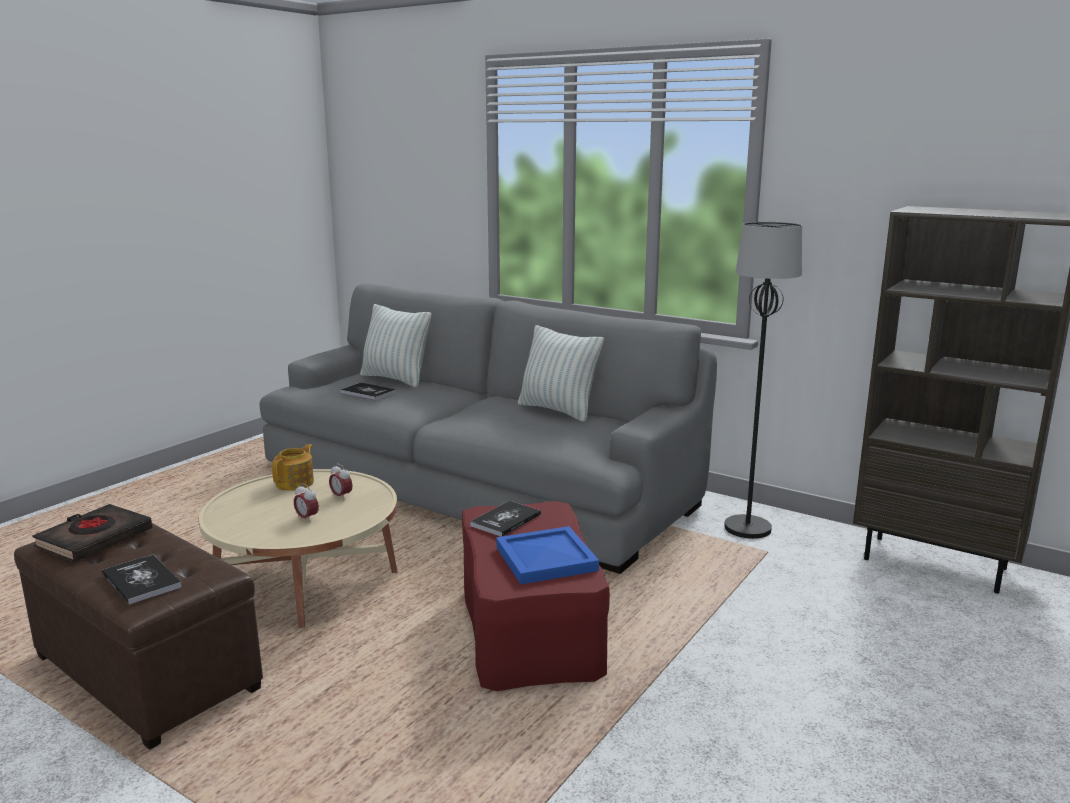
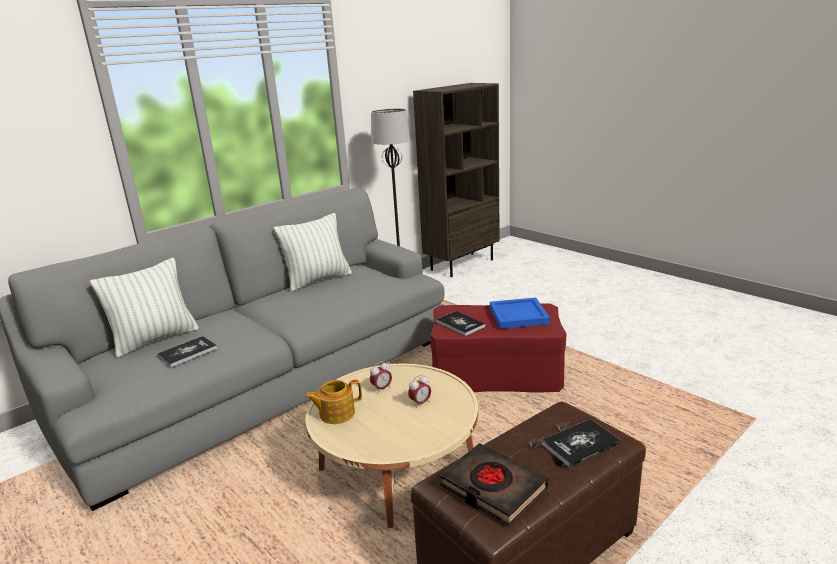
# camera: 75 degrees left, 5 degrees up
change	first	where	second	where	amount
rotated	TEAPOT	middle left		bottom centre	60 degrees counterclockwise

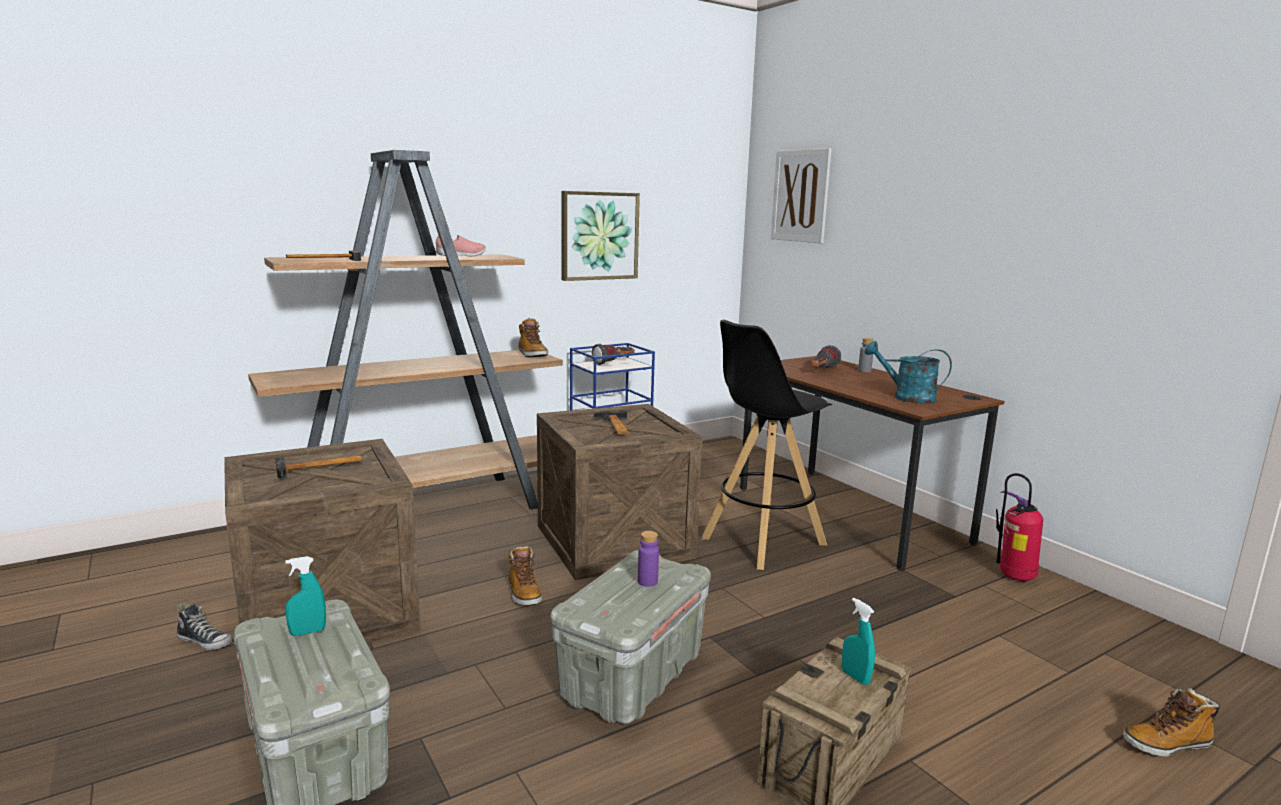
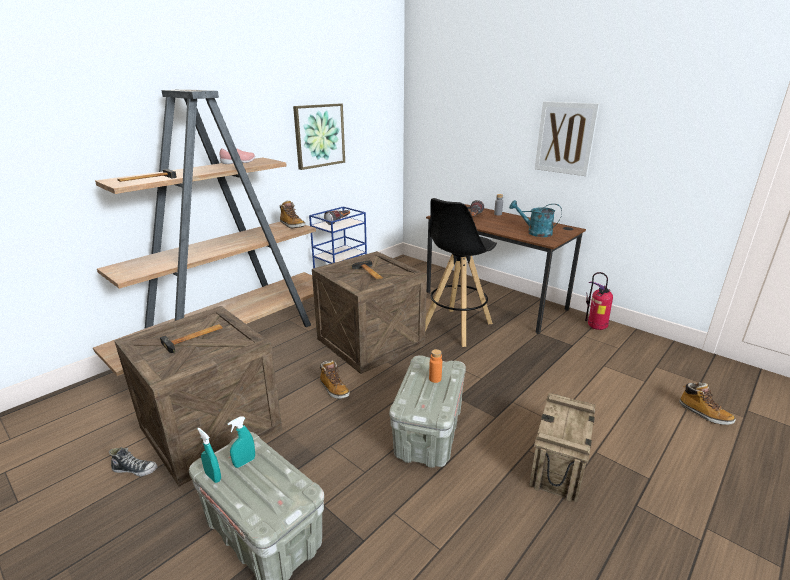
# camera: 15 degrees left, 10 degrees up
change	first	where	second	where	amount
shifted	PICTURE (no. 2 from left)	top centre		top right	
repainted	PURPLE BOTTLE	bottom centre	ORANGE BOTTLE	centre	
shifted	TURQUOISE SPRAY BOTTLE (no. 2 from left in the first image)	bottom right	TURQUOISE SPRAY BOTTLE (no. 1 from left)	bottom left	
rotated	BOOT (no. 3 from left)	bottom right		bottom right	105 degrees counterclockwise

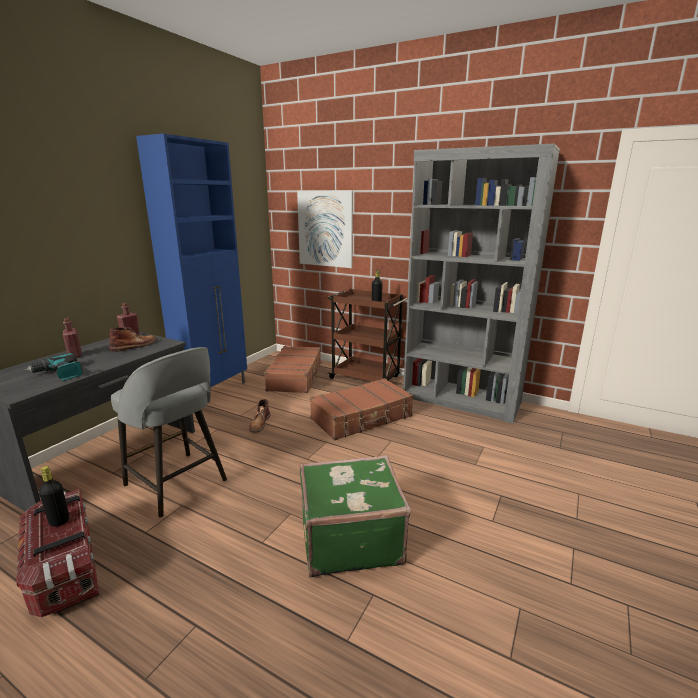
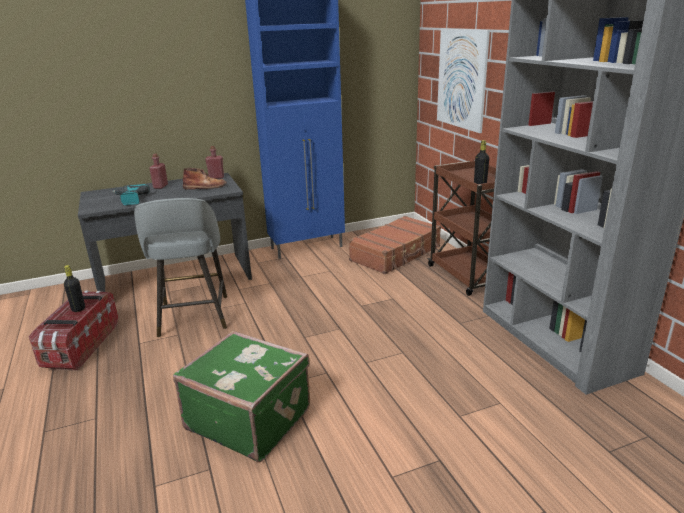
# camera: 40 degrees right, 5 degrees up
change	first	where	second	where	amount
gone	BROWN SUITCASE (no. 2 from left)	centre			
gone	BROWN BOOT (no. 2 from left)	centre			

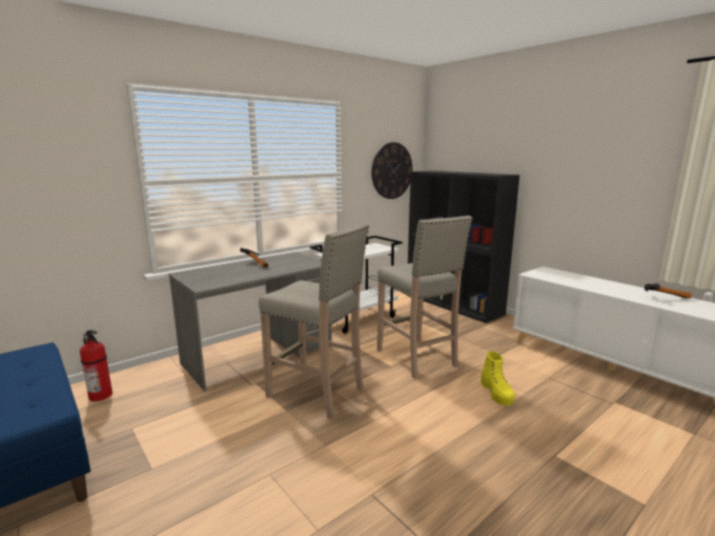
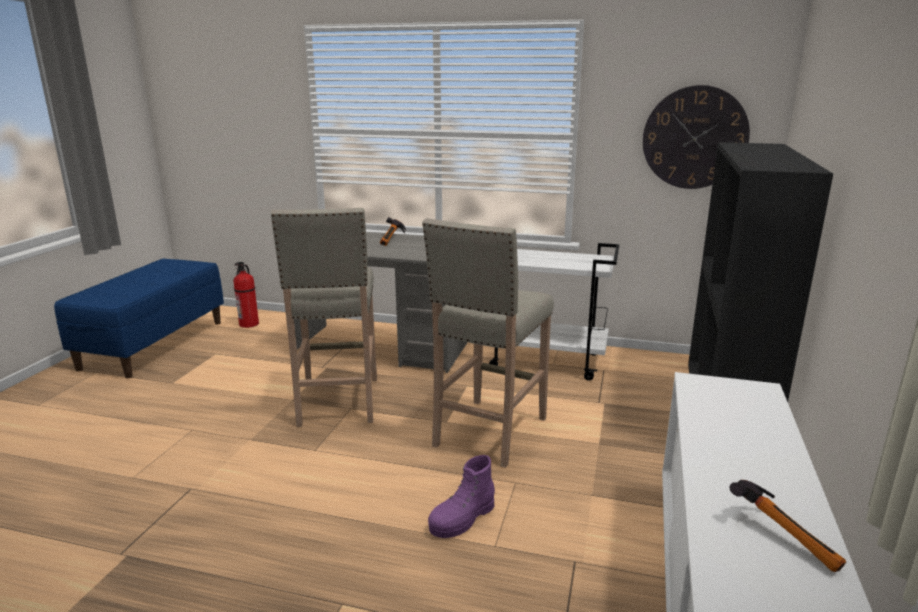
# camera: 55 degrees right, 5 degrees up
change	first	where	second	where	amount
repainted	YELLOW BOOT	bottom right	PURPLE BOOT	bottom centre	

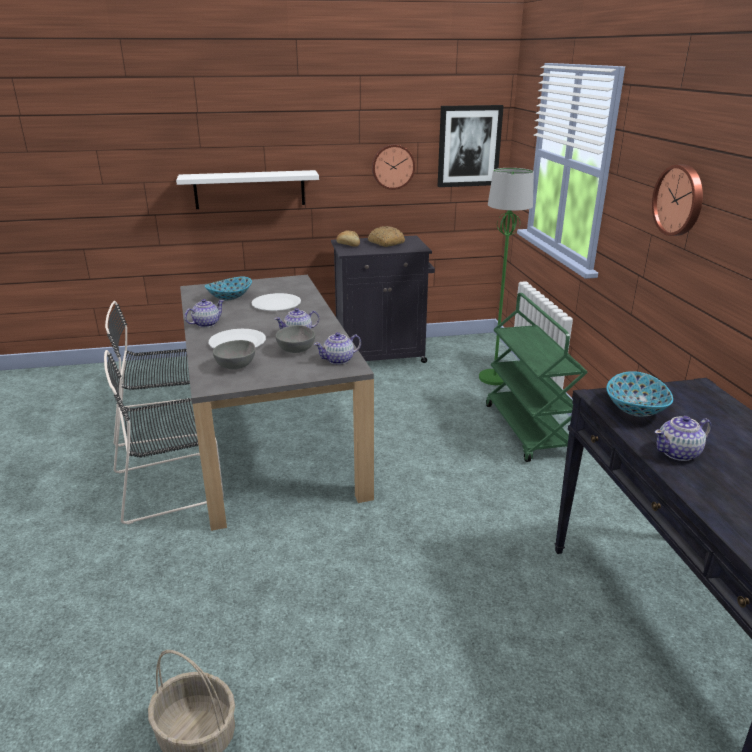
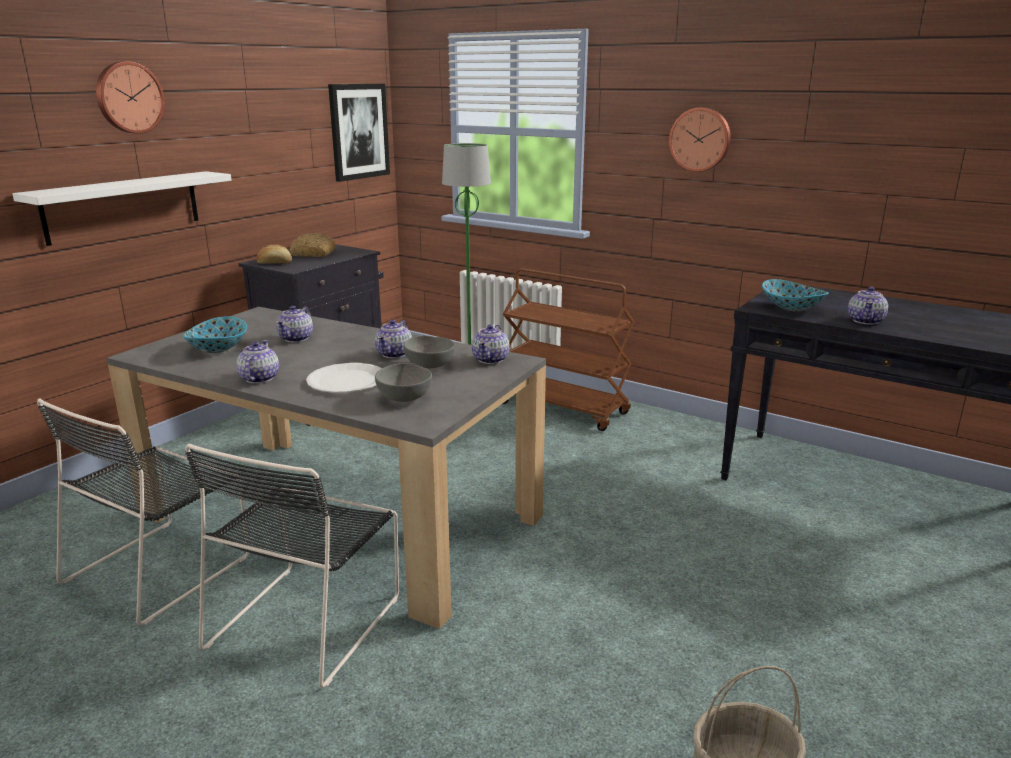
# camera: 45 degrees left, 5 degrees down
change	first	where	second	where	amount
shifted	WALL CLOCK (no. 1 from left)	top centre		top left	
swapped	WHITE PLATE (no. 2 from left)	centre	TEAPOT (no. 2 from left)	middle left	
repainted	GREEN CART	middle right	BROWN CART	centre	

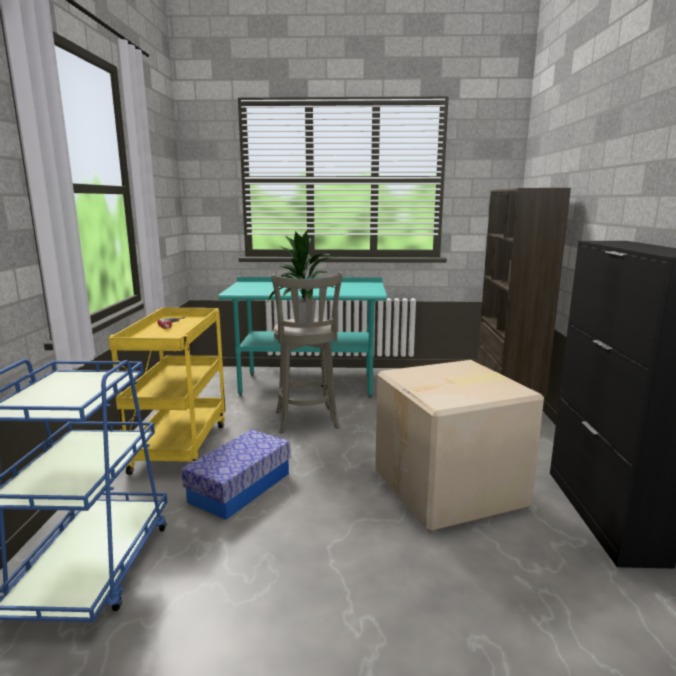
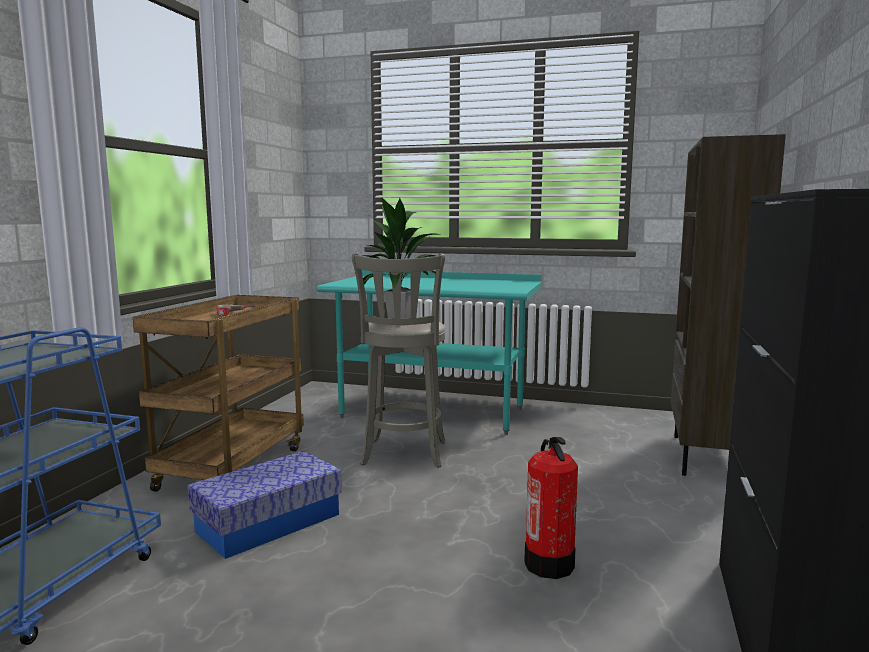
# camera: 15 degrees right, 5 degrees down
change	first	where	second	where	amount
repainted	YELLOW CART	middle left	BROWN CART	middle left	
swapped	CARDBOARD BOX	middle right	FIRE EXTINGUISHER	bottom centre	

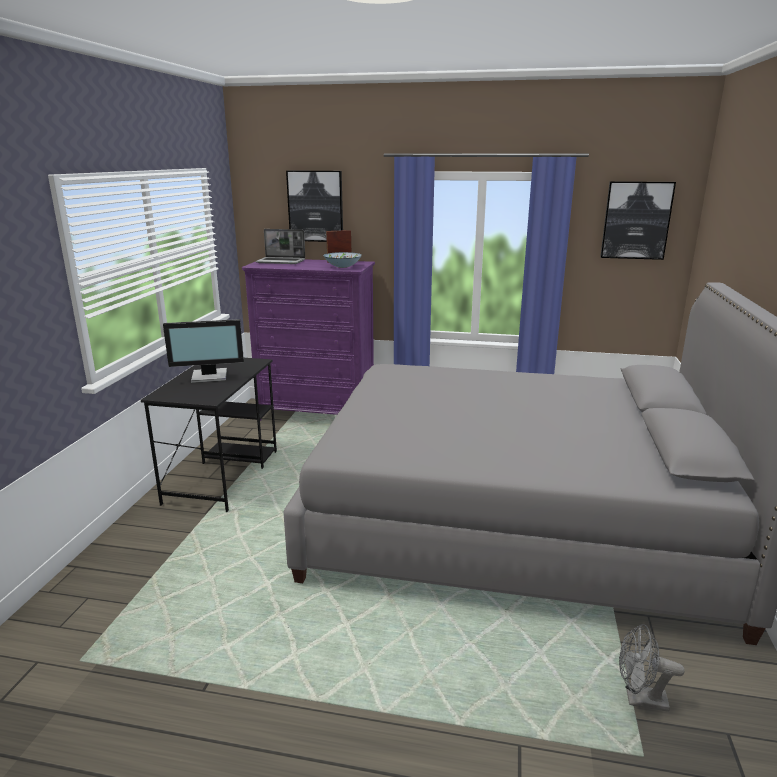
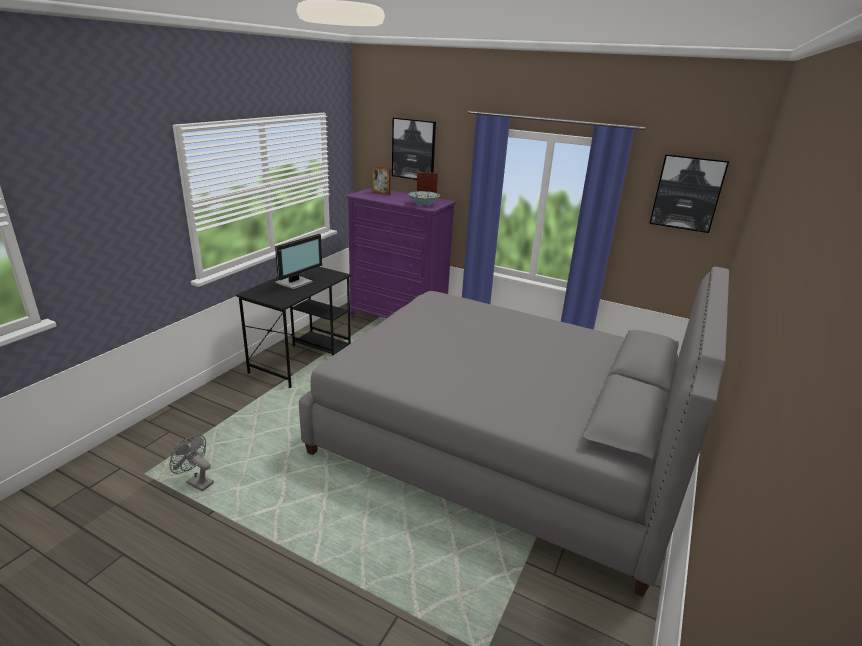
# camera: 15 degrees right, 5 degrees up
change	first	where	second	where	amount
swapped	LAPTOP	top centre	PICTURE FRAME (no. 1 from left)	top centre	
rotated	MONITOR	middle left		centre	60 degrees counterclockwise
shifted	GREY FAN	bottom right		bottom left	

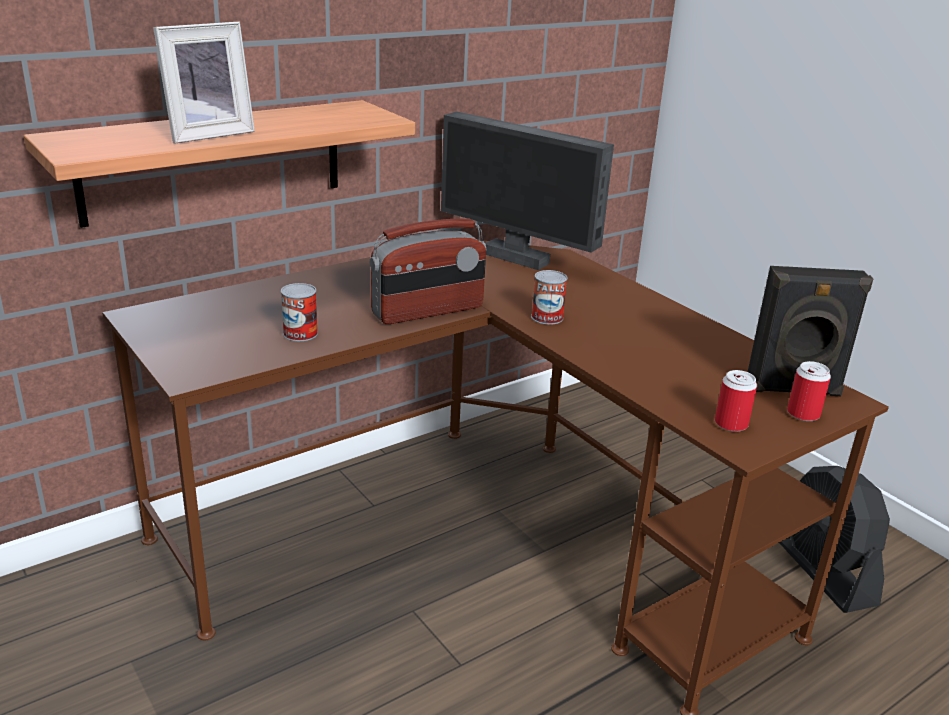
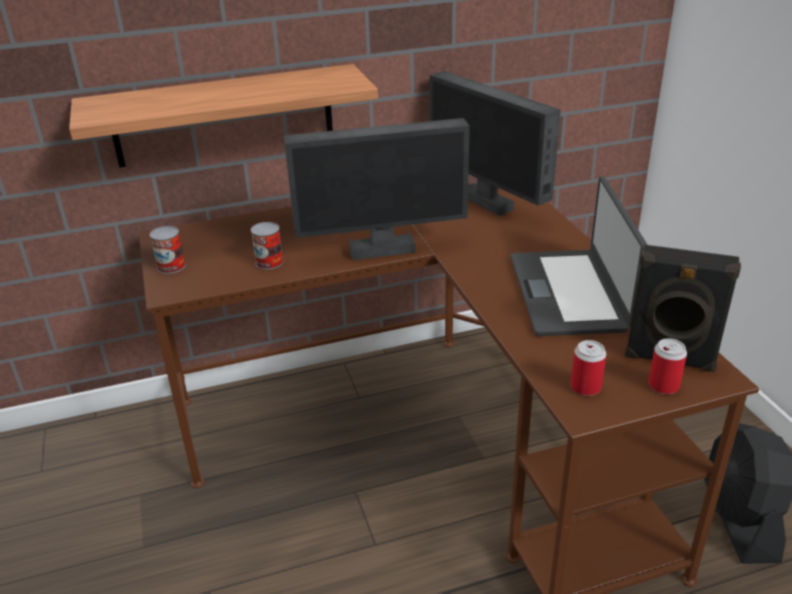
# camera: 20 degrees right, 5 degrees up
change	first	where	second	where	amount
gone	PICTURE FRAME	top left			
swapped	RADIO	centre	MONITOR (no. 1 from left)	top centre	
shifted	CAN (no. 2 from left in the first image)	centre	CAN (no. 1 from left)	middle left	
new			LAPTOP	middle right	

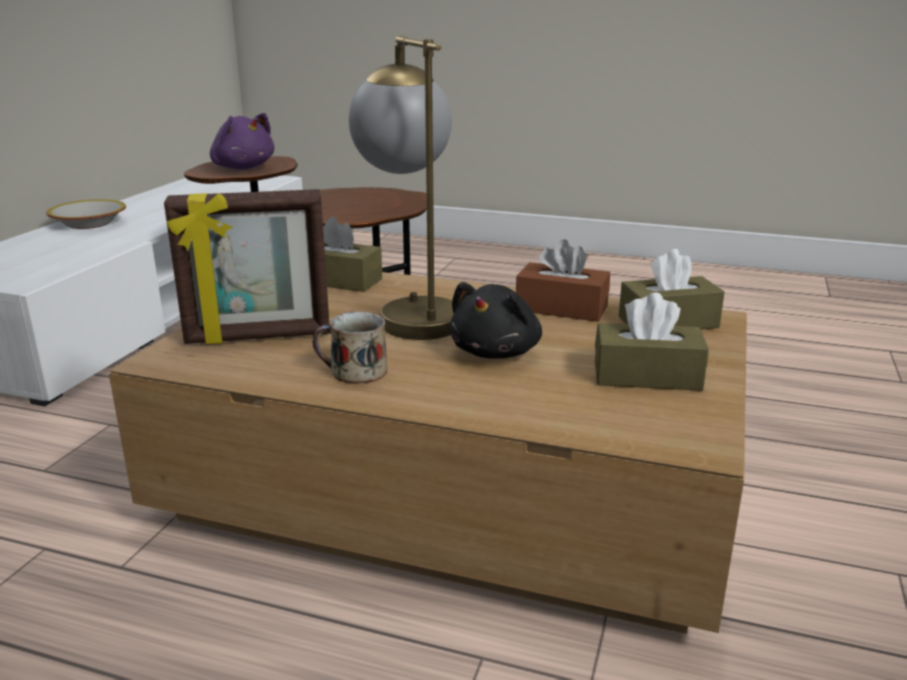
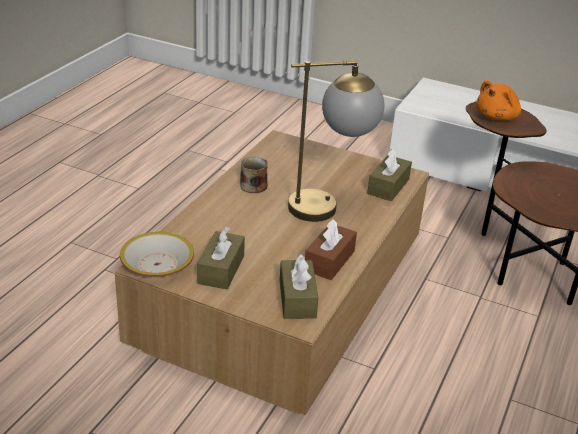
# camera: 95 degrees right, 10 degrees up
change	first	where	second	where	amount
repainted	PURPLE PLUSH TOY	top left	ORANGE PLUSH TOY	top right	
gone	PICTURE FRAME	middle left			
shifted	BOWL	top left		middle left	
gone	BLACK PLUSH TOY	centre			

